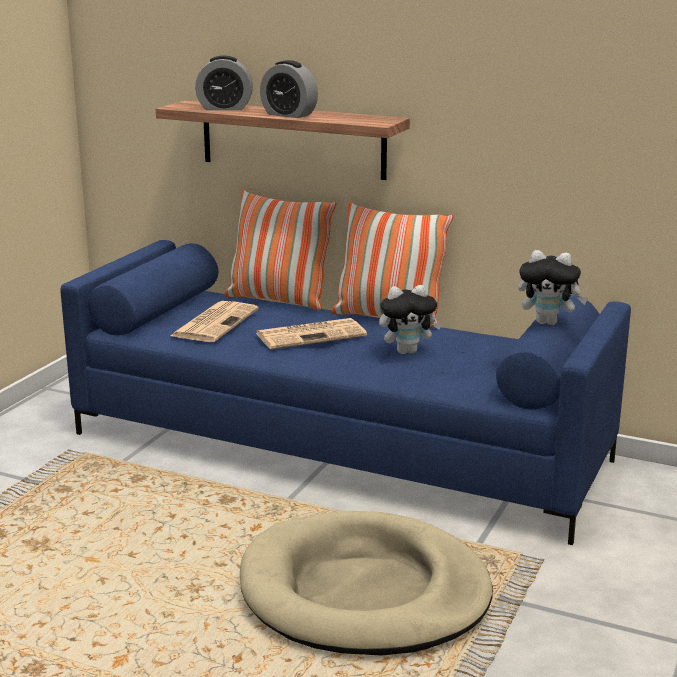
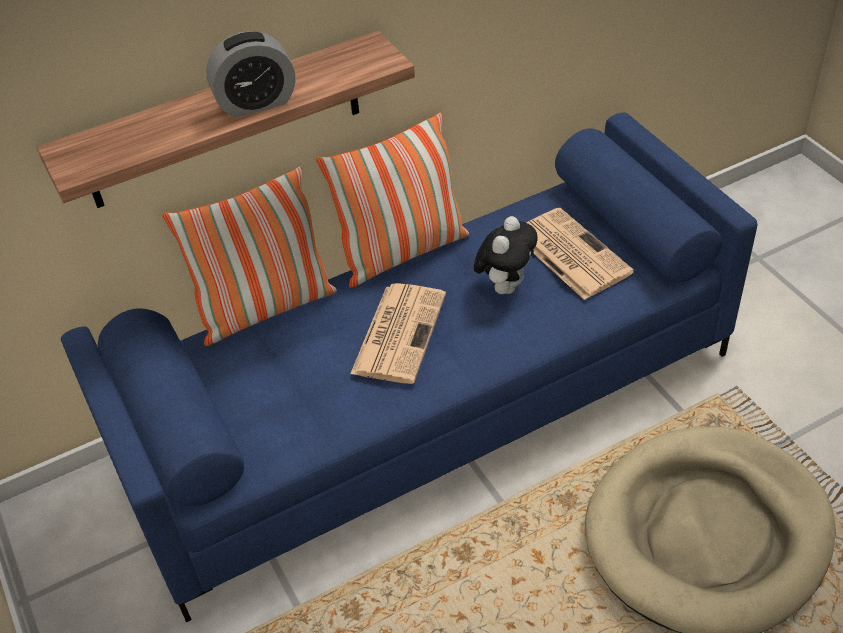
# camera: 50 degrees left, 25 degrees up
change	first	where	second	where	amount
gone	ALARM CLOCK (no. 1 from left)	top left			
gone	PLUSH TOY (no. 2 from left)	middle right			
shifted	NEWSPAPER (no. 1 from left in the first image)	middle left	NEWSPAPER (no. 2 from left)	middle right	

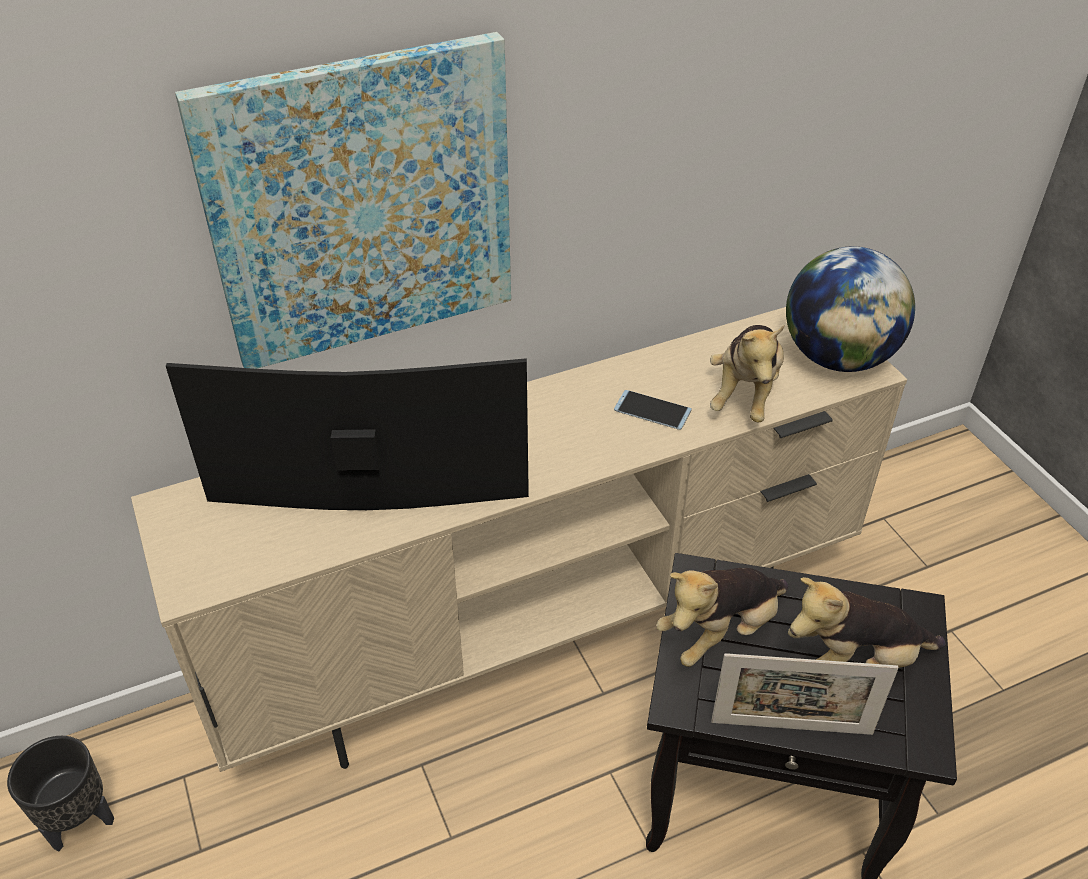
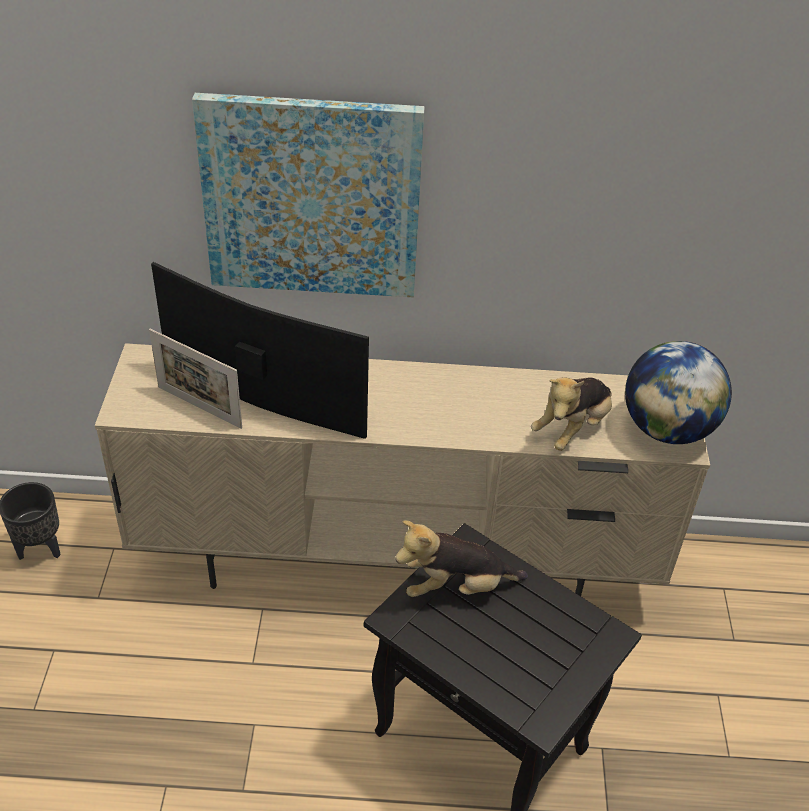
# camera: 25 degrees right, 0 degrees up
change	first	where	second	where	amount
gone	PHONE	centre			
gone	PLUSH TOY (no. 3 from left)	bottom right			
shifted	PICTURE FRAME	bottom right		middle left	

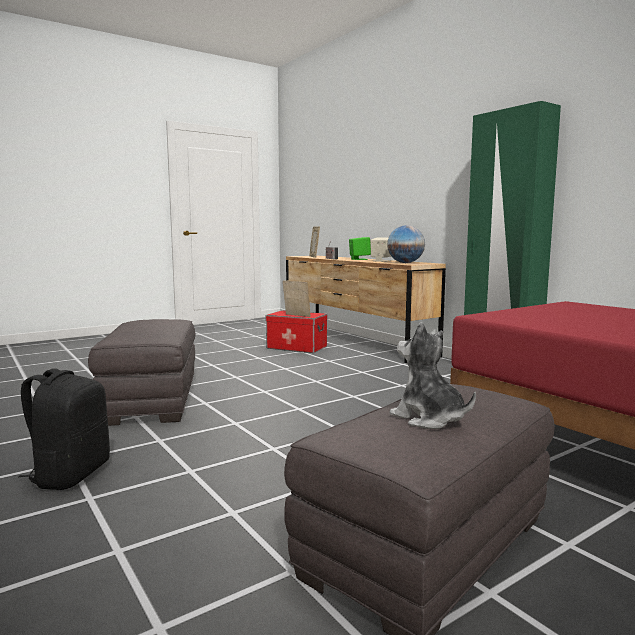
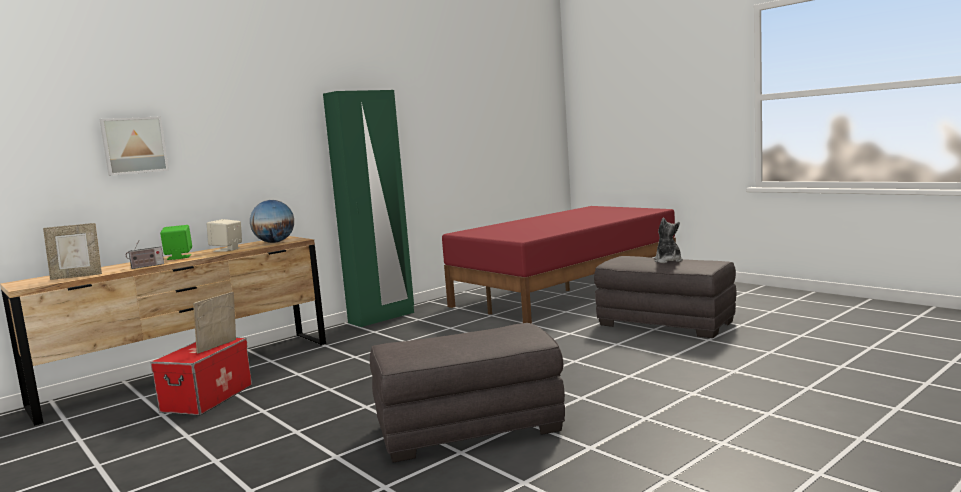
# camera: 95 degrees left, 0 degrees up
change	first	where	second	where	amount
rotated	PLUSH TOY	middle right		middle right	135 degrees clockwise
gone	BLACK BACKPACK	bottom left			
new			PICTURE	top left	

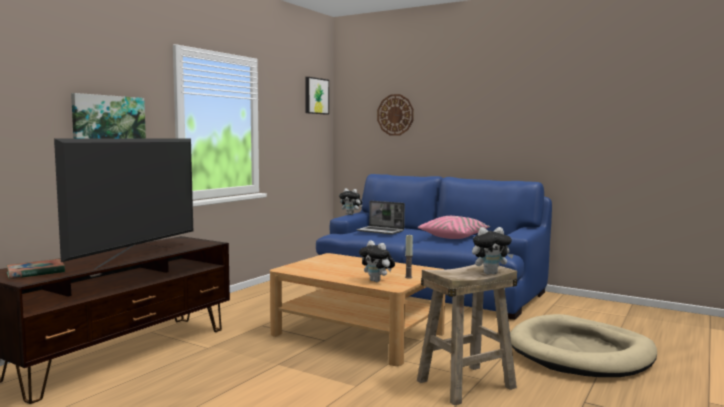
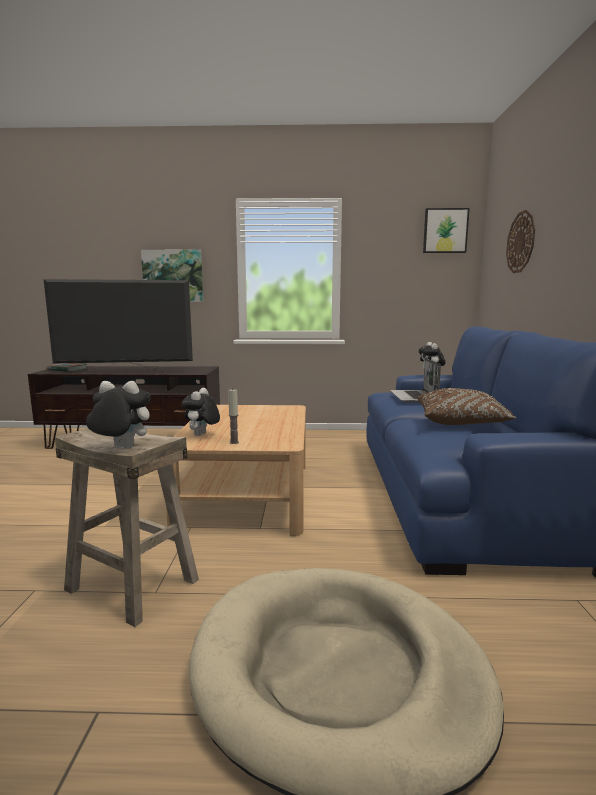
# camera: 60 degrees right, 5 degrees up
change	first	where	second	where	amount
repainted	PINK PILLOW	centre	BROWN PILLOW	middle right	
rotated	PLUSH TOY (no. 3 from left in the first image)	middle right	PLUSH TOY (no. 1 from left)	middle left	135 degrees clockwise

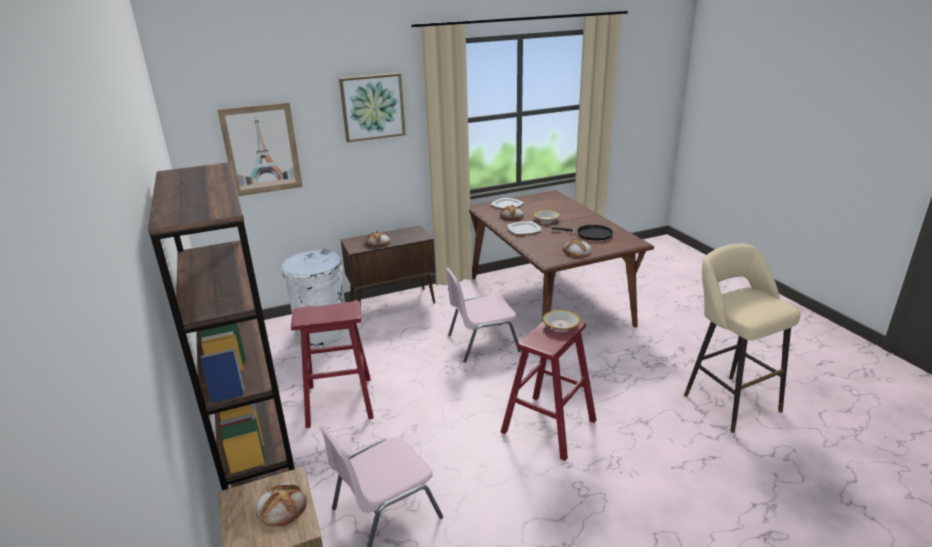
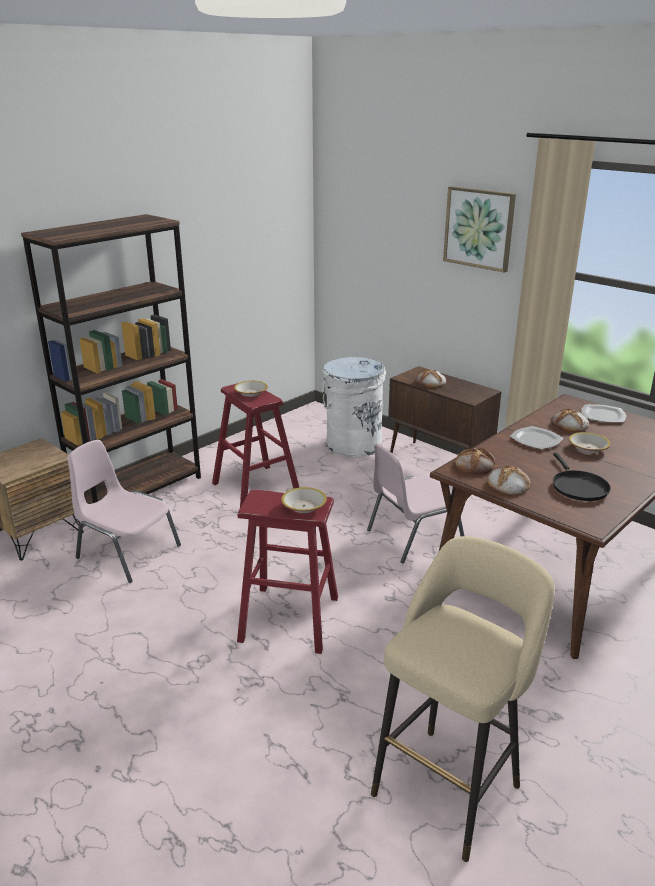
# camera: 65 degrees right, 0 degrees up
change	first	where	second	where	amount
gone	PICTURE (no. 1 from left)	top left			
rotated	PINK CHAIR (no. 2 from left)	centre		centre	75 degrees counterclockwise
shifted	BREAD (no. 1 from left in the first image)	bottom left	BREAD (no. 2 from left)	middle right	
new			BOWL (no. 1 from left)	centre	

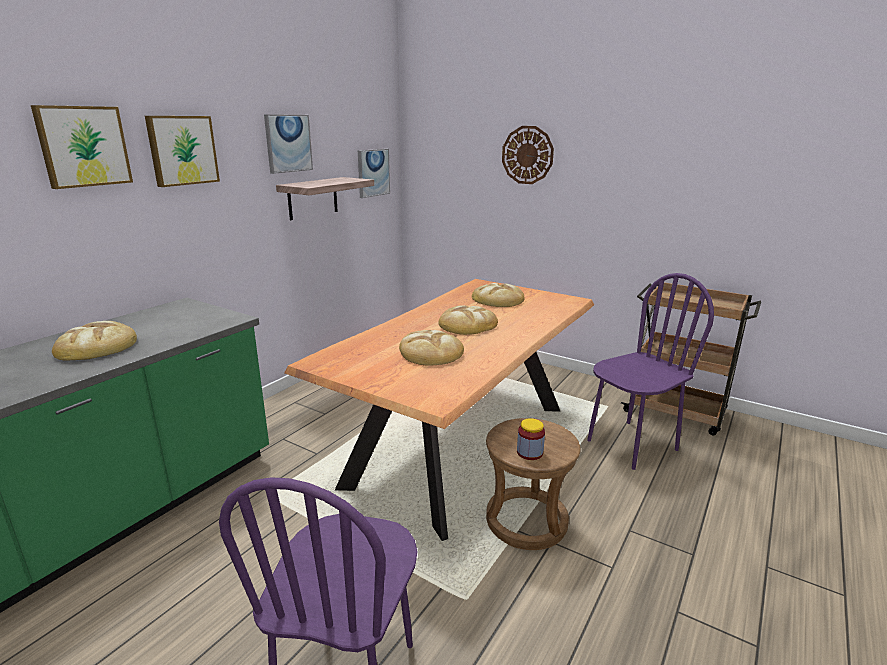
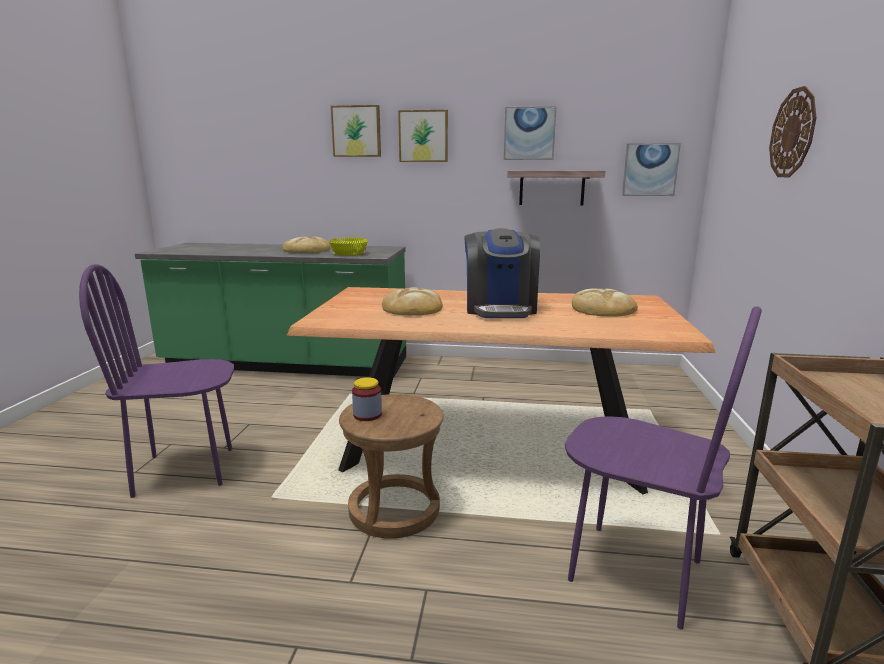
# camera: 65 degrees right, 5 degrees down
change	first	where	second	where	amount
swapped	BREAD (no. 3 from left)	centre	COFFEE MACHINE	centre	
new			YELLOW BOWL	centre	

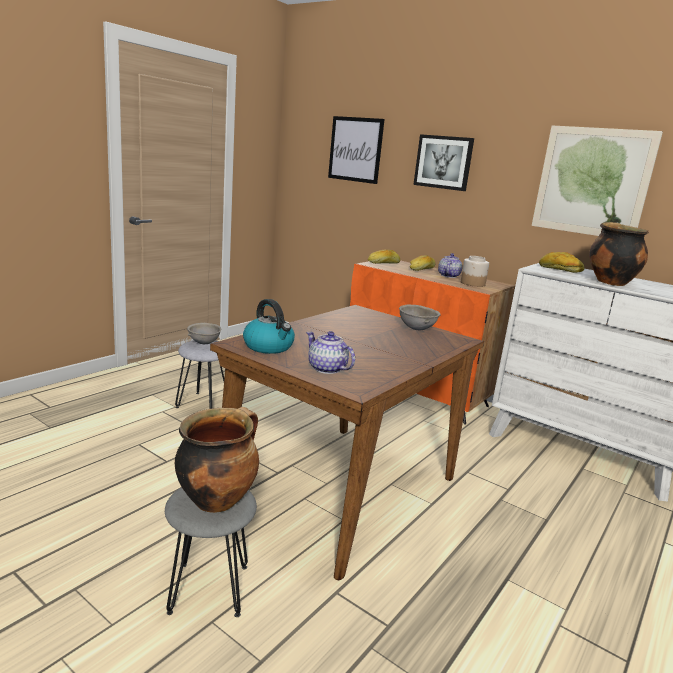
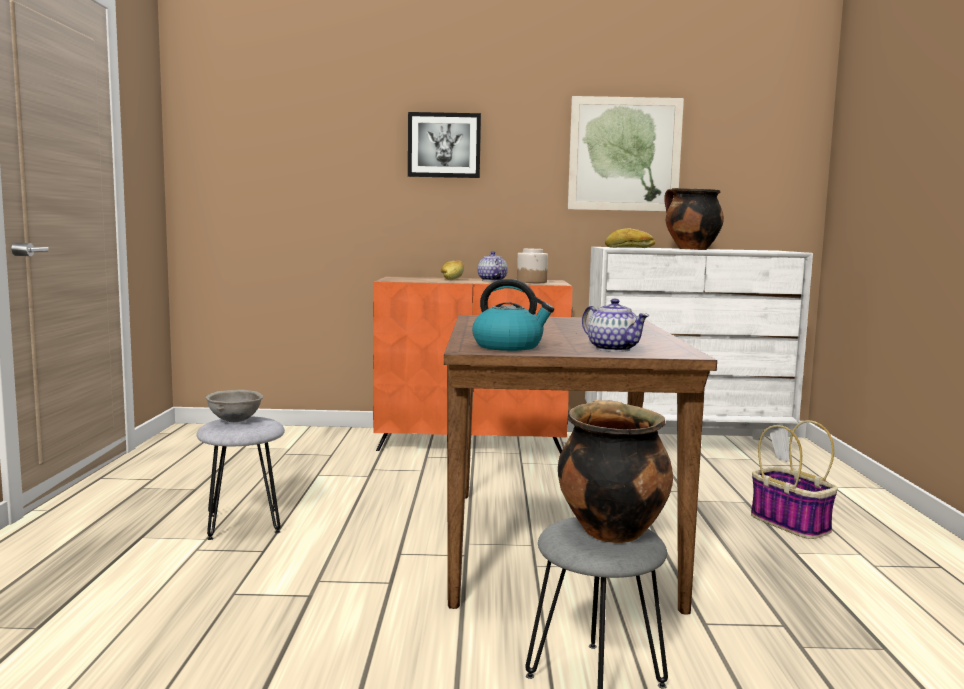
# camera: 35 degrees left, 10 degrees down
change	first	where	second	where	amount
gone	PICTURE (no. 1 from left)	top centre			
gone	BREAD (no. 1 from left)	centre			
gone	GREY BOWL (no. 2 from left)	centre			
rotated	TEAPOT (no. 1 from left in the first image)	centre	TEAPOT (no. 2 from left)	centre	135 degrees counterclockwise
new			BASKET	bottom right	

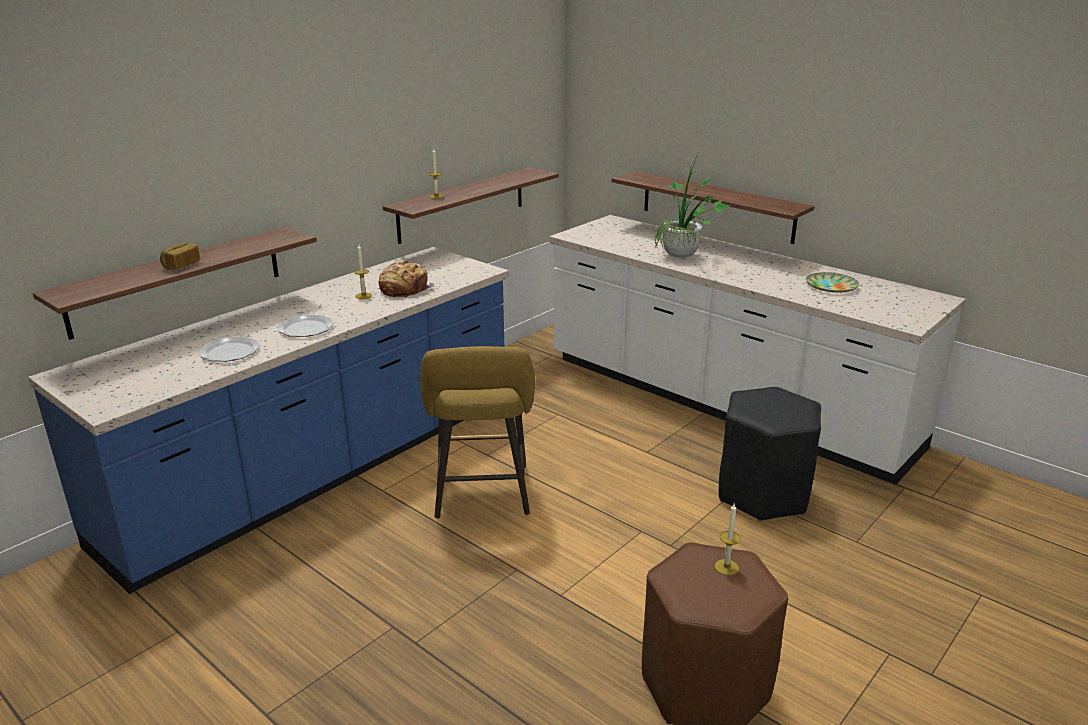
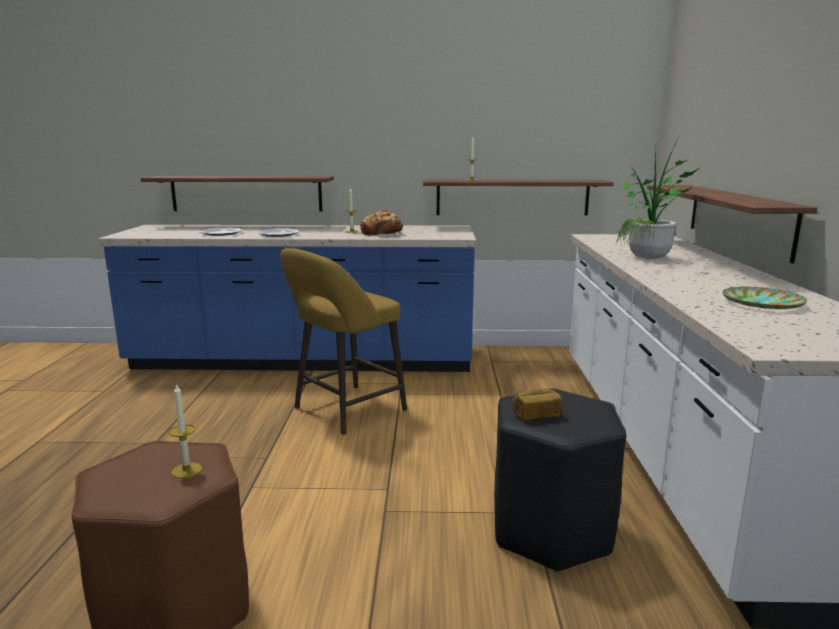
# camera: 50 degrees right, 10 degrees down
change	first	where	second	where	amount
shifted	BREAD (no. 1 from left in the first image)	middle left	BREAD (no. 2 from left)	centre	

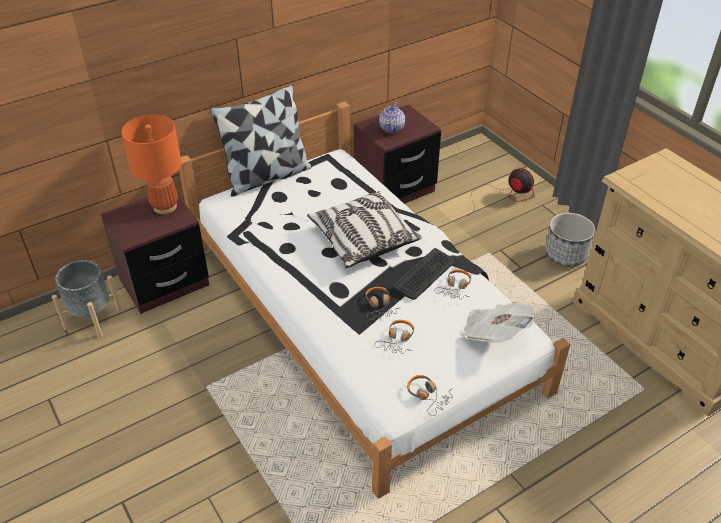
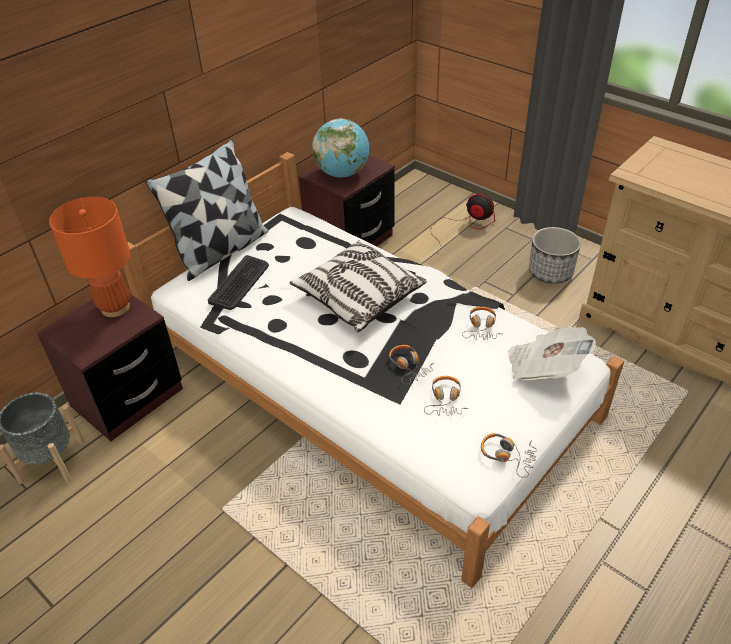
# camera: 15 degrees left, 0 degrees up
change	first	where	second	where	amount
swapped	TEAPOT	top centre	GLOBE	top centre	
shifted	KEYBOARD	centre		middle left	

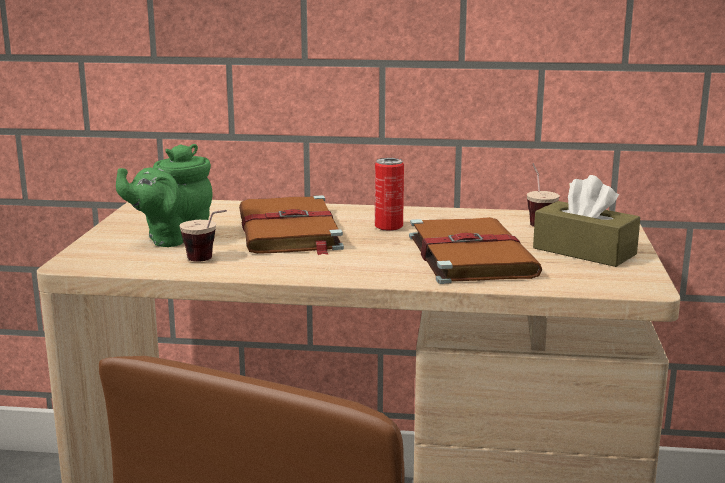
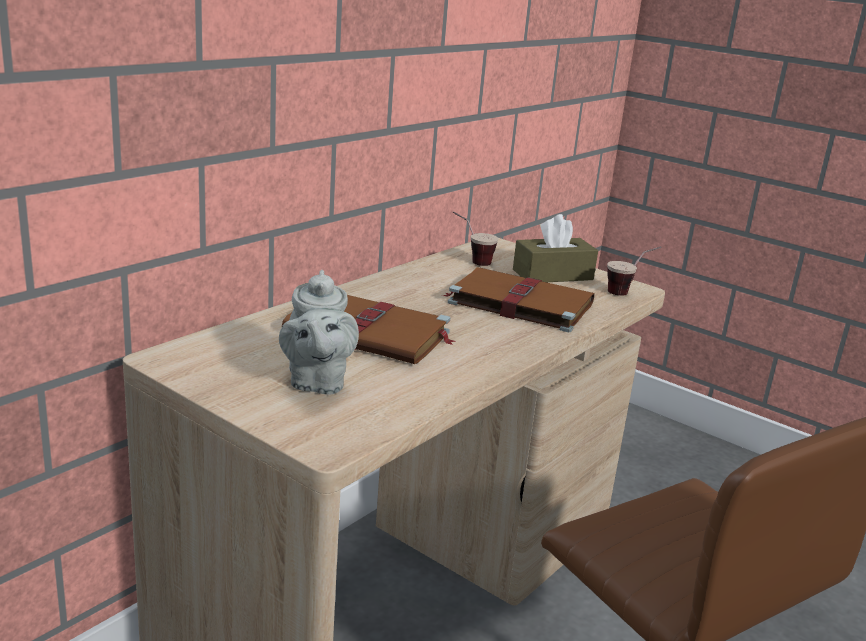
# camera: 60 degrees left, 5 degrees up
change	first	where	second	where	amount
repainted	GREEN TEAPOT	middle left	GREY TEAPOT	centre	
gone	CAN	centre			
shifted	CUP (no. 1 from left in the first image)	middle left	CUP (no. 2 from left)	middle right	

